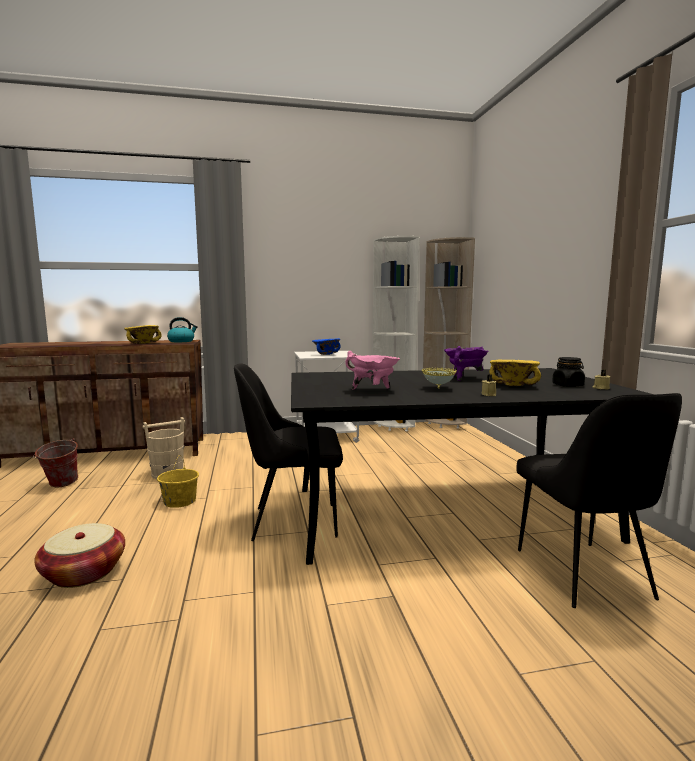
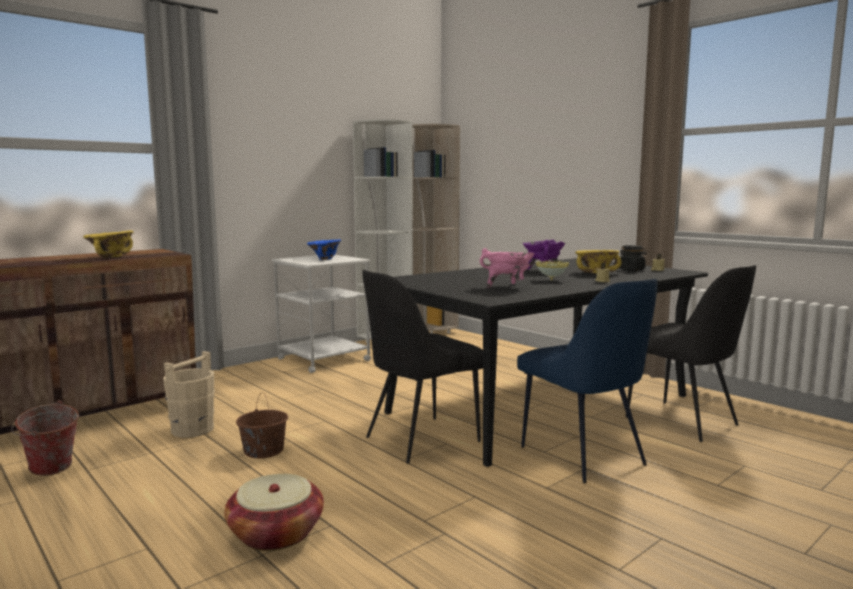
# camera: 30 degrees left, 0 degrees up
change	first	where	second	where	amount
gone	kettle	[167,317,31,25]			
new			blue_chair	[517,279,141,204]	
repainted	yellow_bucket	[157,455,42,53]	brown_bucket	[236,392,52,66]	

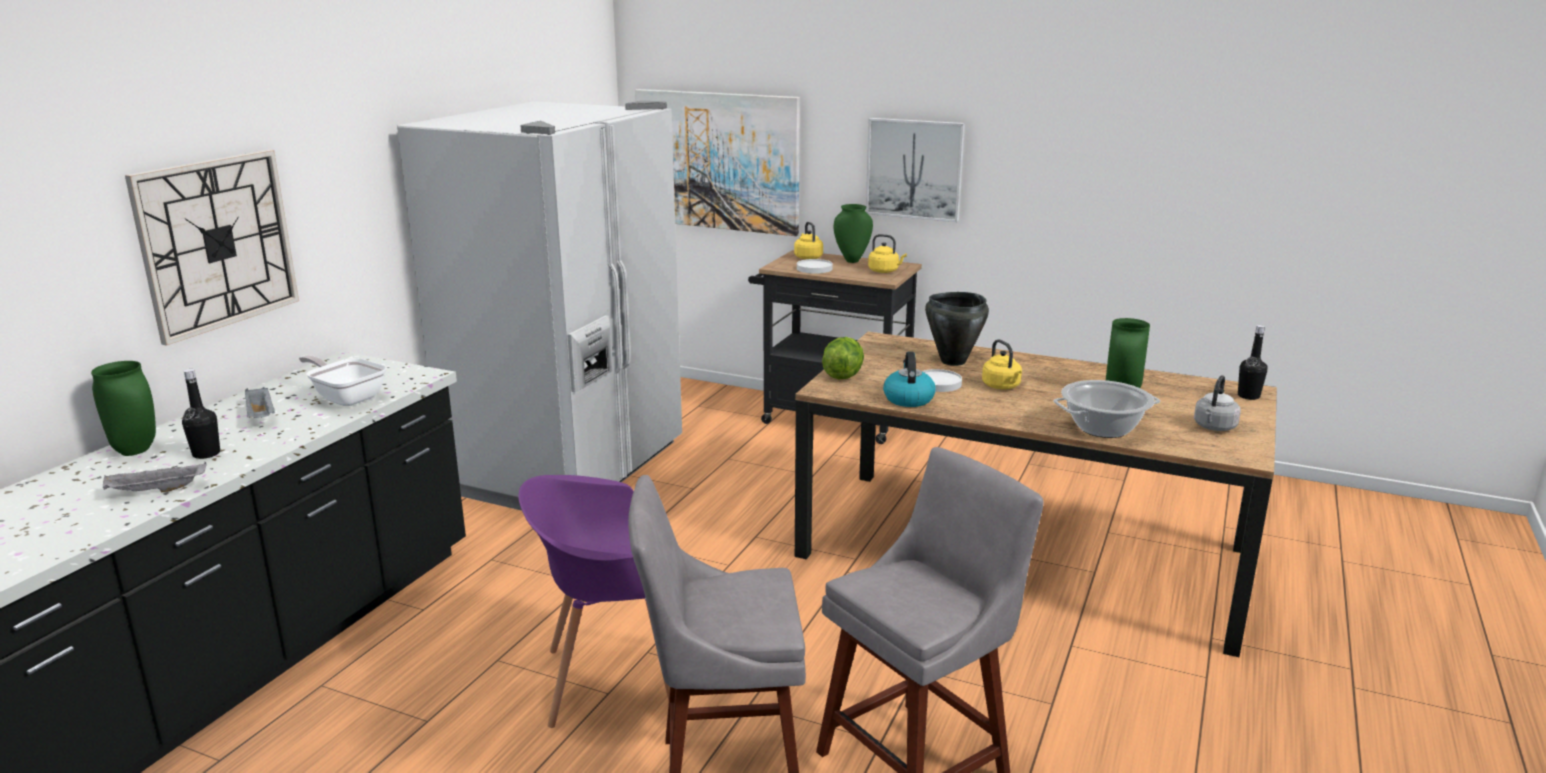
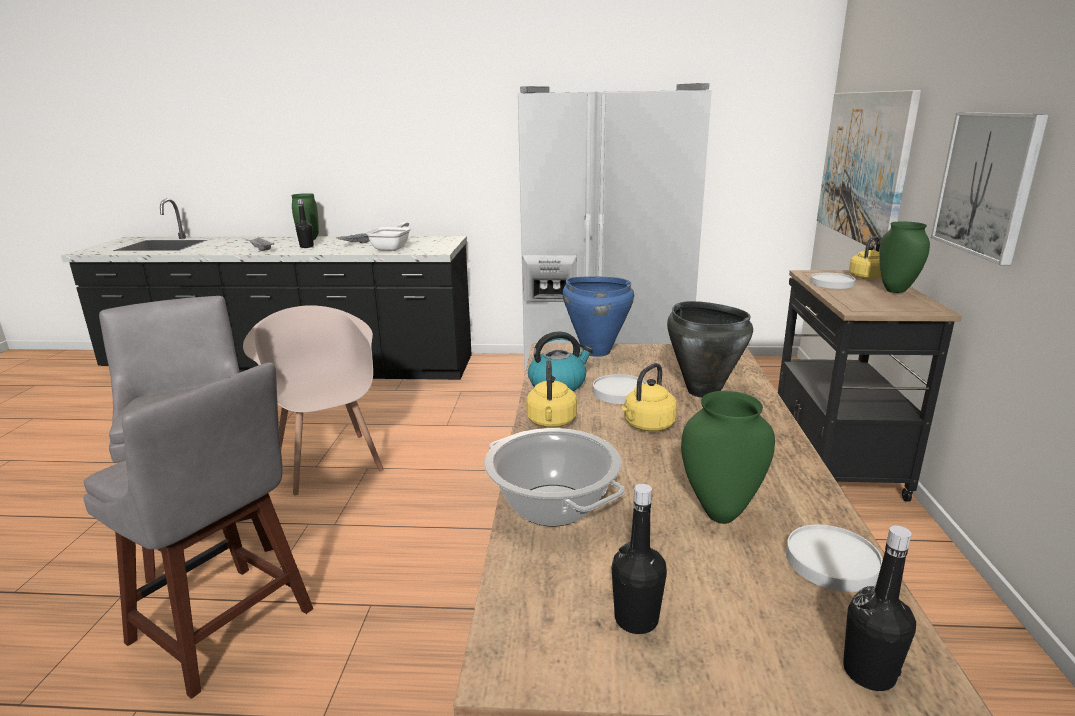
# camera: 70 degrees right, 0 degrees up
change	first	where	second	where	amount
gone	wall_clock	[125,150,174,196]			
new			white_plate	[786,524,97,68]	
shifted	yellow_kettle	[868,234,39,39]		[526,360,51,68]	
swapped	lettuce	[822,337,42,42]	blue_cooking_pot	[562,276,72,81]	
swapped	grey_kettle	[1194,375,47,56]	black_bottle	[612,484,55,150]	
repainted	purple_chair	[518,475,152,253]	beige_chair	[243,305,141,190]	

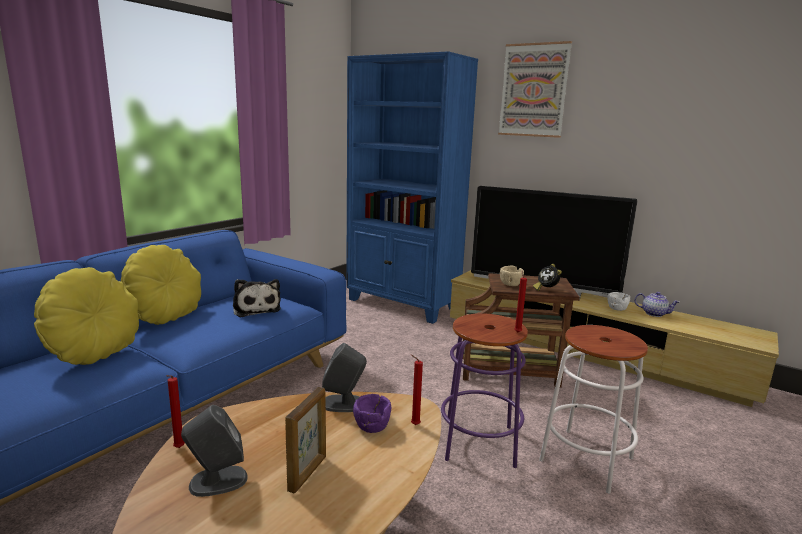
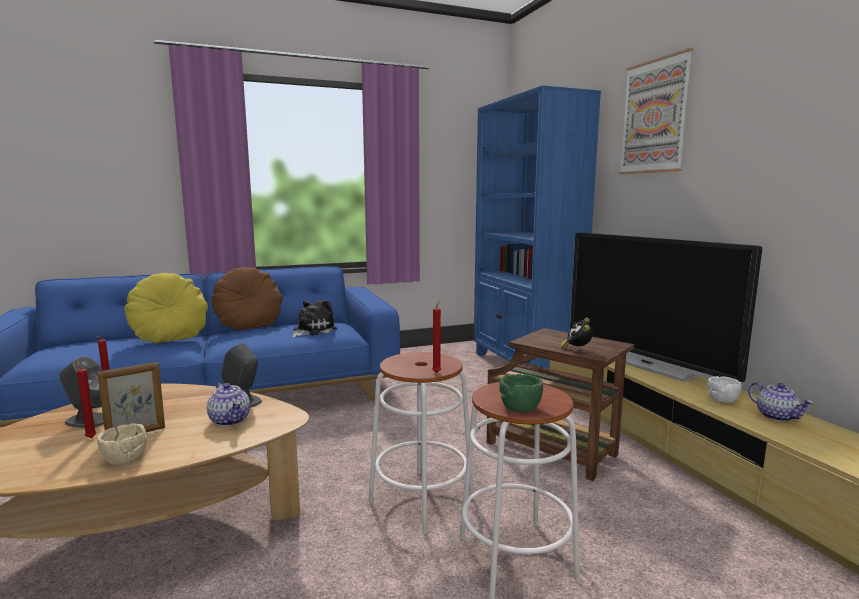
# camera: 35 degrees right, 5 degrees down
change	first	where	second	where	amount
new			green_bowl	[499,374,44,38]	
shifted	red_candle	[410,354,13,71]		[77,361,19,77]	
shifted	beige_bowl	[500,265,24,21]		[97,423,50,42]	
swapped	purple_bowl	[353,394,38,39]	teapot	[207,383,43,43]	
repainted	yellow_pillow	[121,245,80,80]	brown_pillow	[211,267,71,63]	
repainted	purple_stool	[441,313,87,155]	white_stool	[368,352,106,182]	
rotated	plush_toy	[233,279,48,39]		[291,300,46,38]	150 degrees counterclockwise

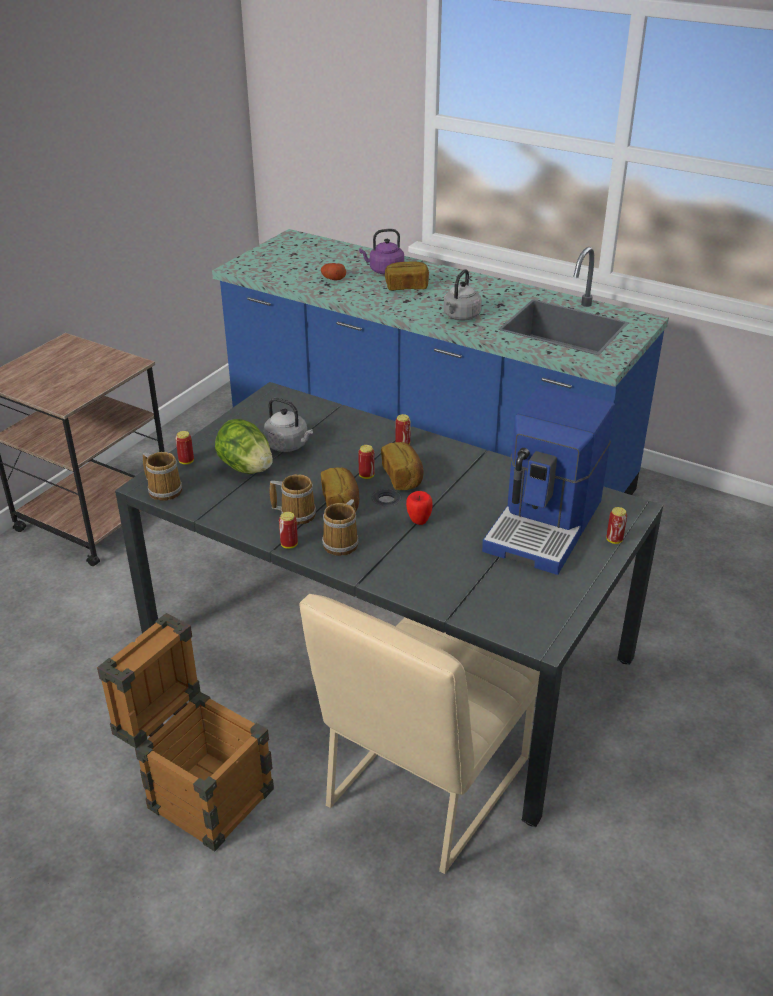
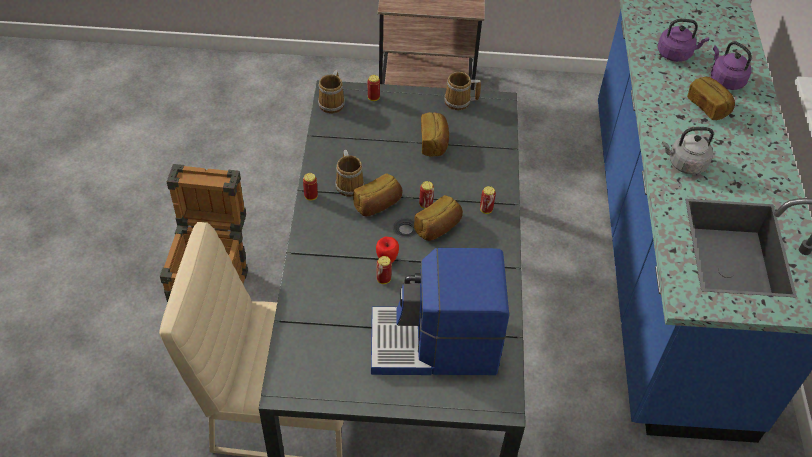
# camera: 60 degrees right, 15 degrees up
change	first	where	second	where	amount
gone	lettuce	[215,419,58,55]			
shifted	mug	[322,499,37,57]		[445,72,36,38]	
shifted	can	[607,507,20,37]		[377,256,15,28]	
swapped	grey_kettle	[264,398,49,54]	bread	[421,112,28,45]	
swapped	potato	[321,263,25,17]	purple_kettle	[658,19,51,43]	

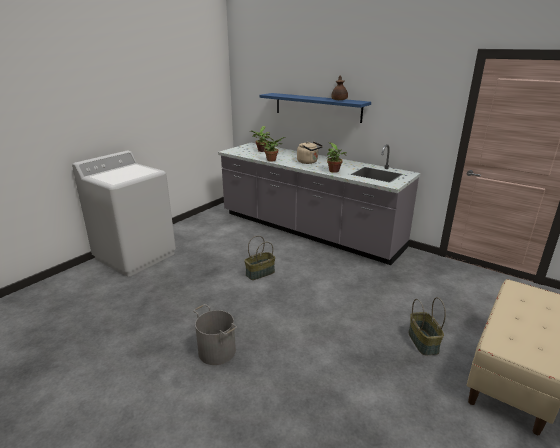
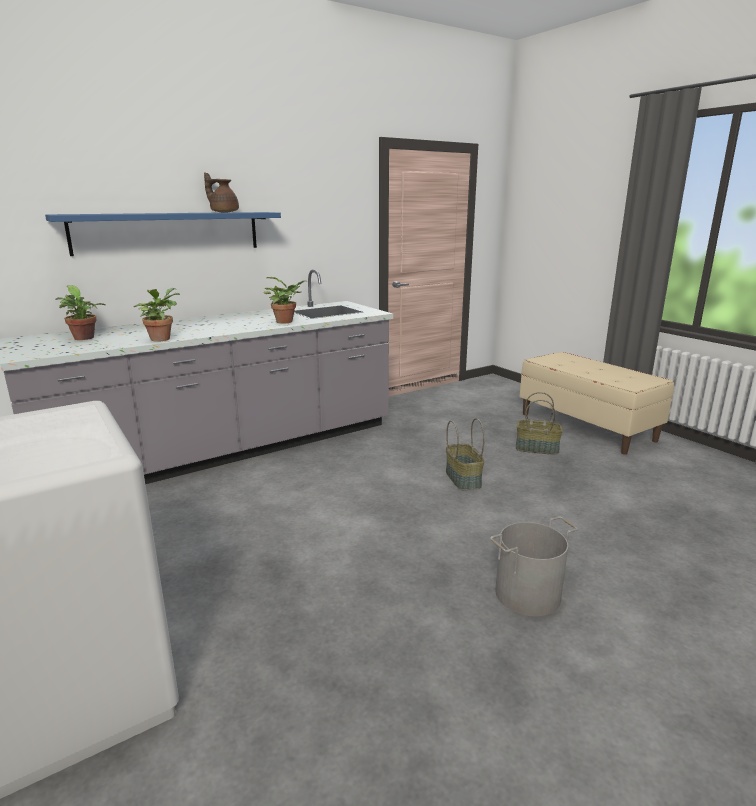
# camera: 70 degrees left, 5 degrees down
change	first	where	second	where	amount
gone	beige_kettle	[297,141,26,23]			
shifted	basket	[244,236,31,44]		[446,418,39,73]	

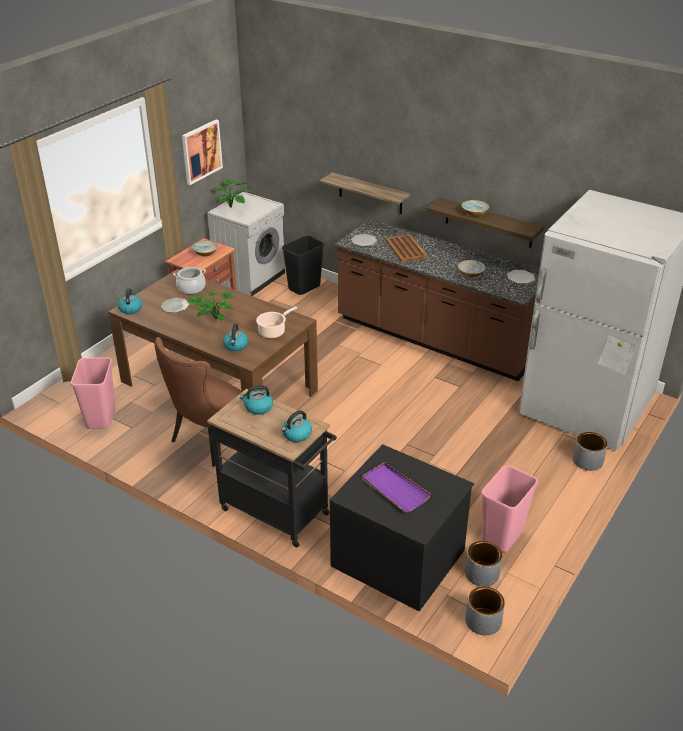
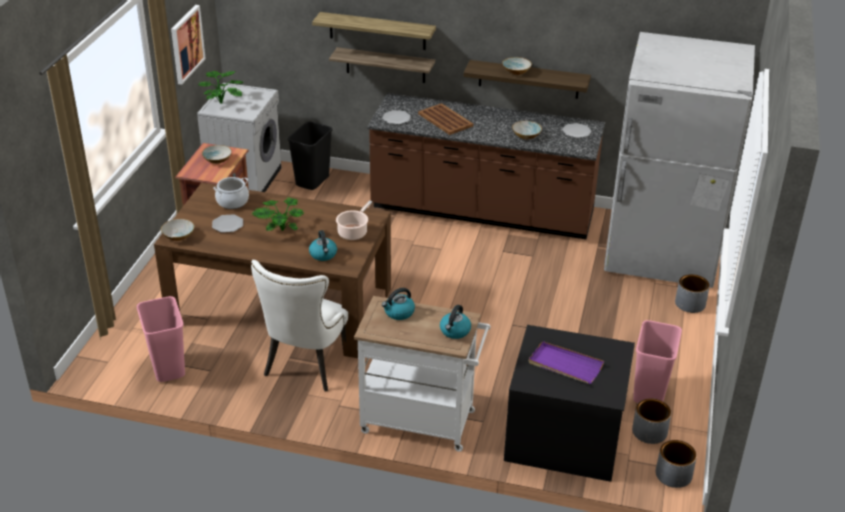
# camera: 20 degrees left, 0 degrees up
change	first	where	second	where	amount
new			shelf	[312,12,124,38]	
swapped	kettle	[118,288,24,26]	bowl	[161,219,33,22]	
repainted	brown_chair	[154,337,87,130]	white_chair	[251,260,97,132]	
repainted	black_cart	[207,389,130,158]	white_cart	[354,296,137,156]	

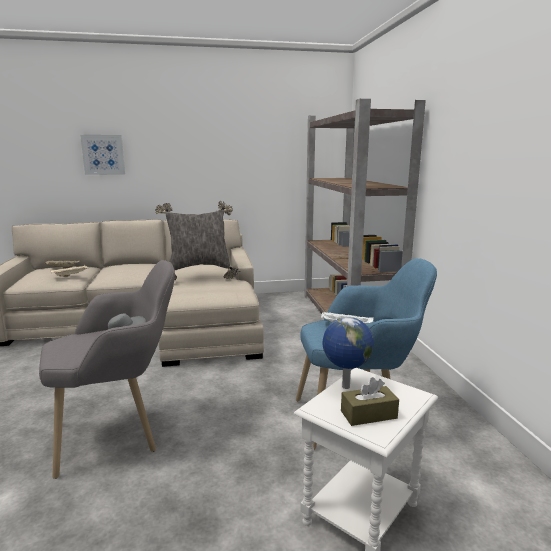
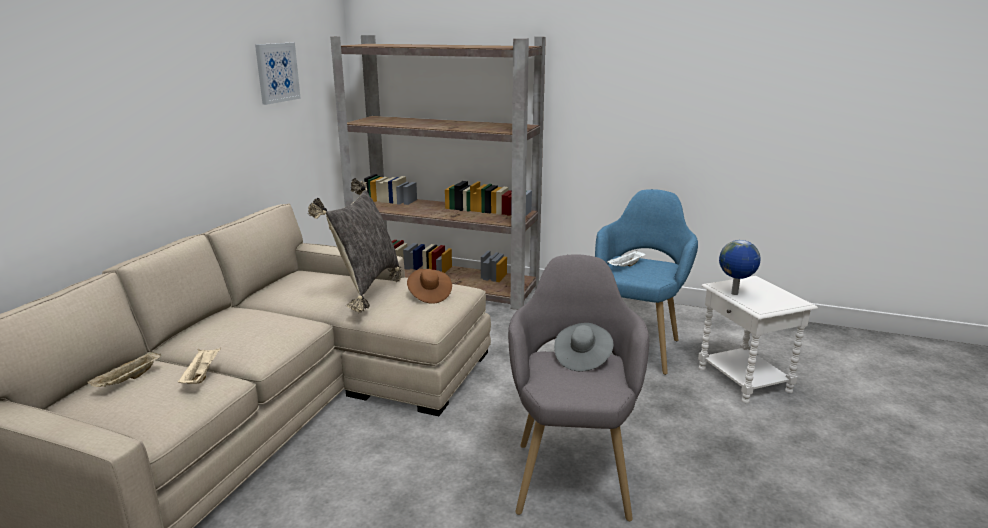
# camera: 60 degrees left, 5 degrees up
change	first	where	second	where	amount
gone	brown_tissue_box	[341,377,58,49]			
new			brown_hat	[407,269,45,35]	
shifted	picture	[80,135,45,40]		[255,43,46,62]	

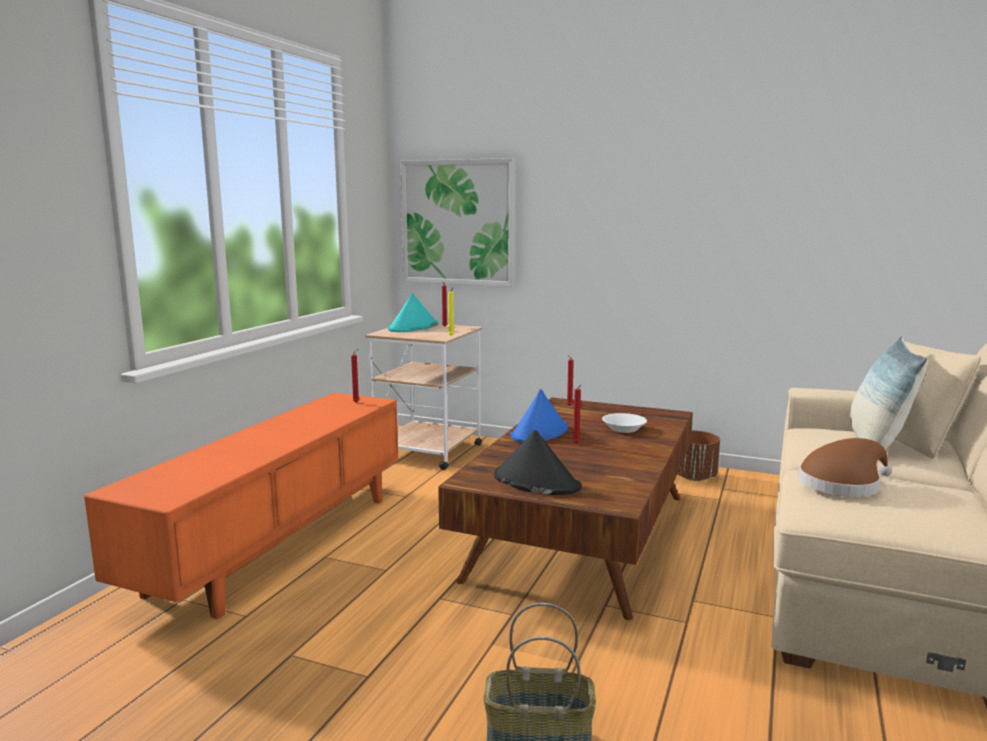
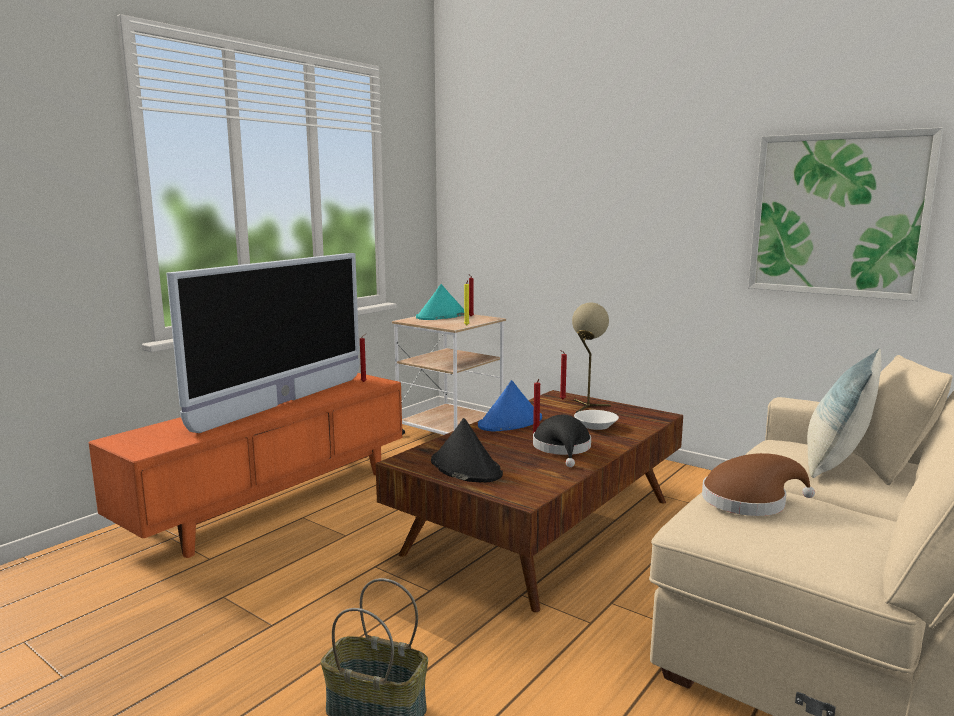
# camera: 15 degrees right, 0 degrees up
change	first	where	second	where	amount
gone	brown_planter	[677,430,43,51]			
new			television	[166,253,194,180]	
new			black_hat	[533,415,58,52]	
new			beige_table_lamp	[572,302,39,111]	
shifted	picture	[400,158,115,129]		[748,127,196,174]	

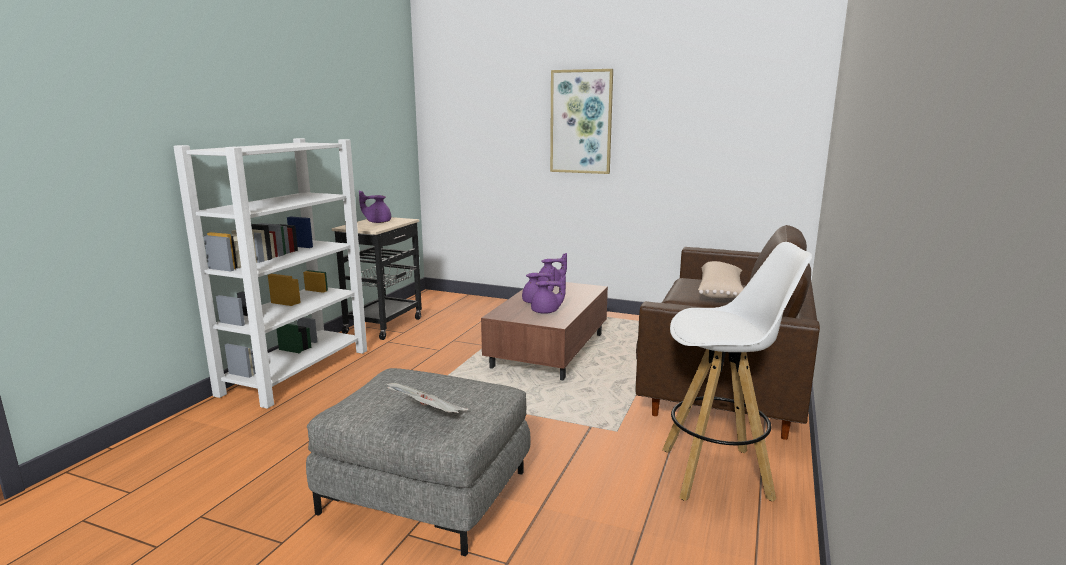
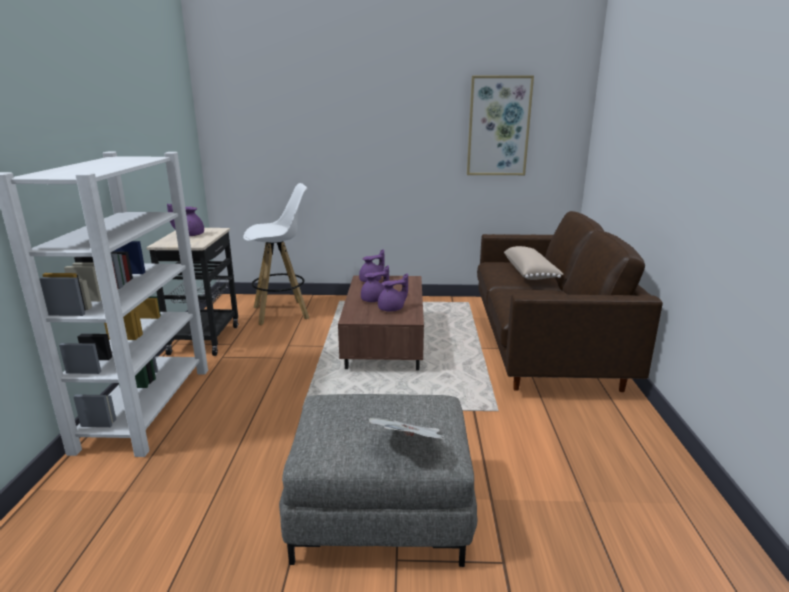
# camera: 20 degrees left, 5 degrees up
change	first	where	second	where	amount
shifted	picture	[550,69,63,105]		[467,76,67,99]	
shifted	white_stool	[662,242,151,260]		[243,183,66,142]	

